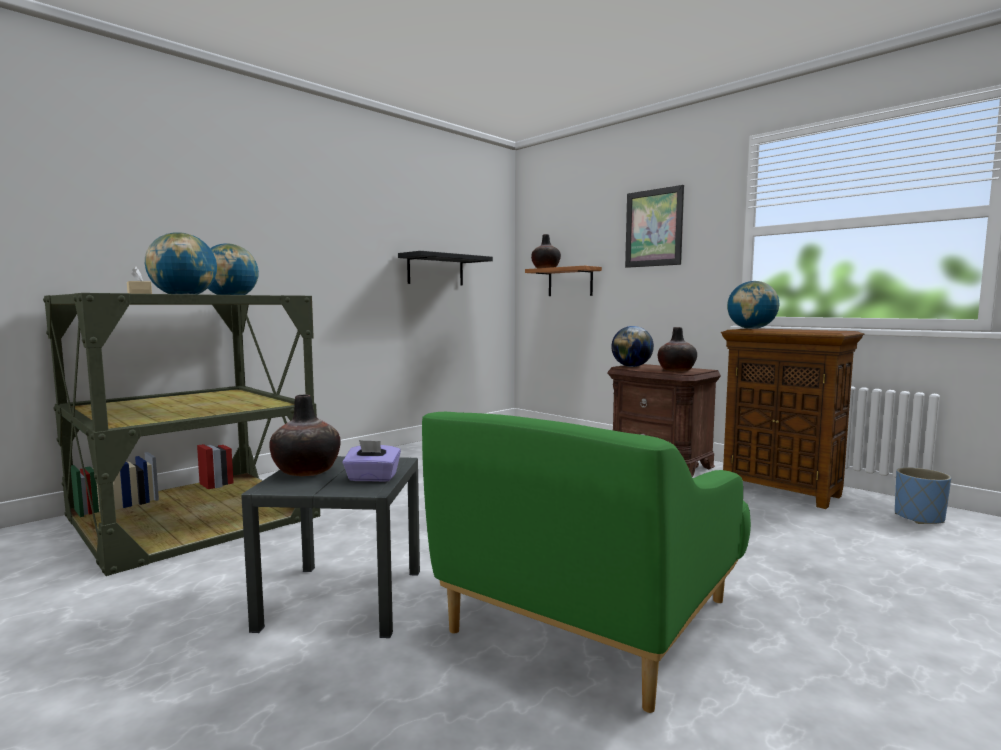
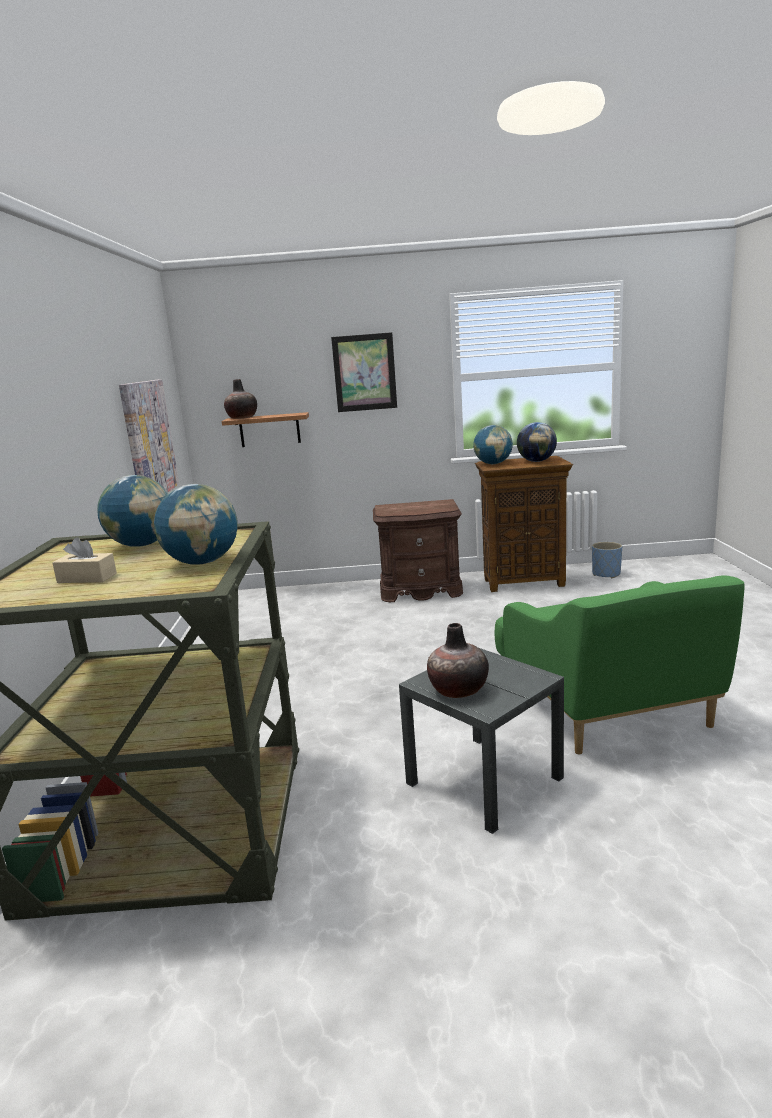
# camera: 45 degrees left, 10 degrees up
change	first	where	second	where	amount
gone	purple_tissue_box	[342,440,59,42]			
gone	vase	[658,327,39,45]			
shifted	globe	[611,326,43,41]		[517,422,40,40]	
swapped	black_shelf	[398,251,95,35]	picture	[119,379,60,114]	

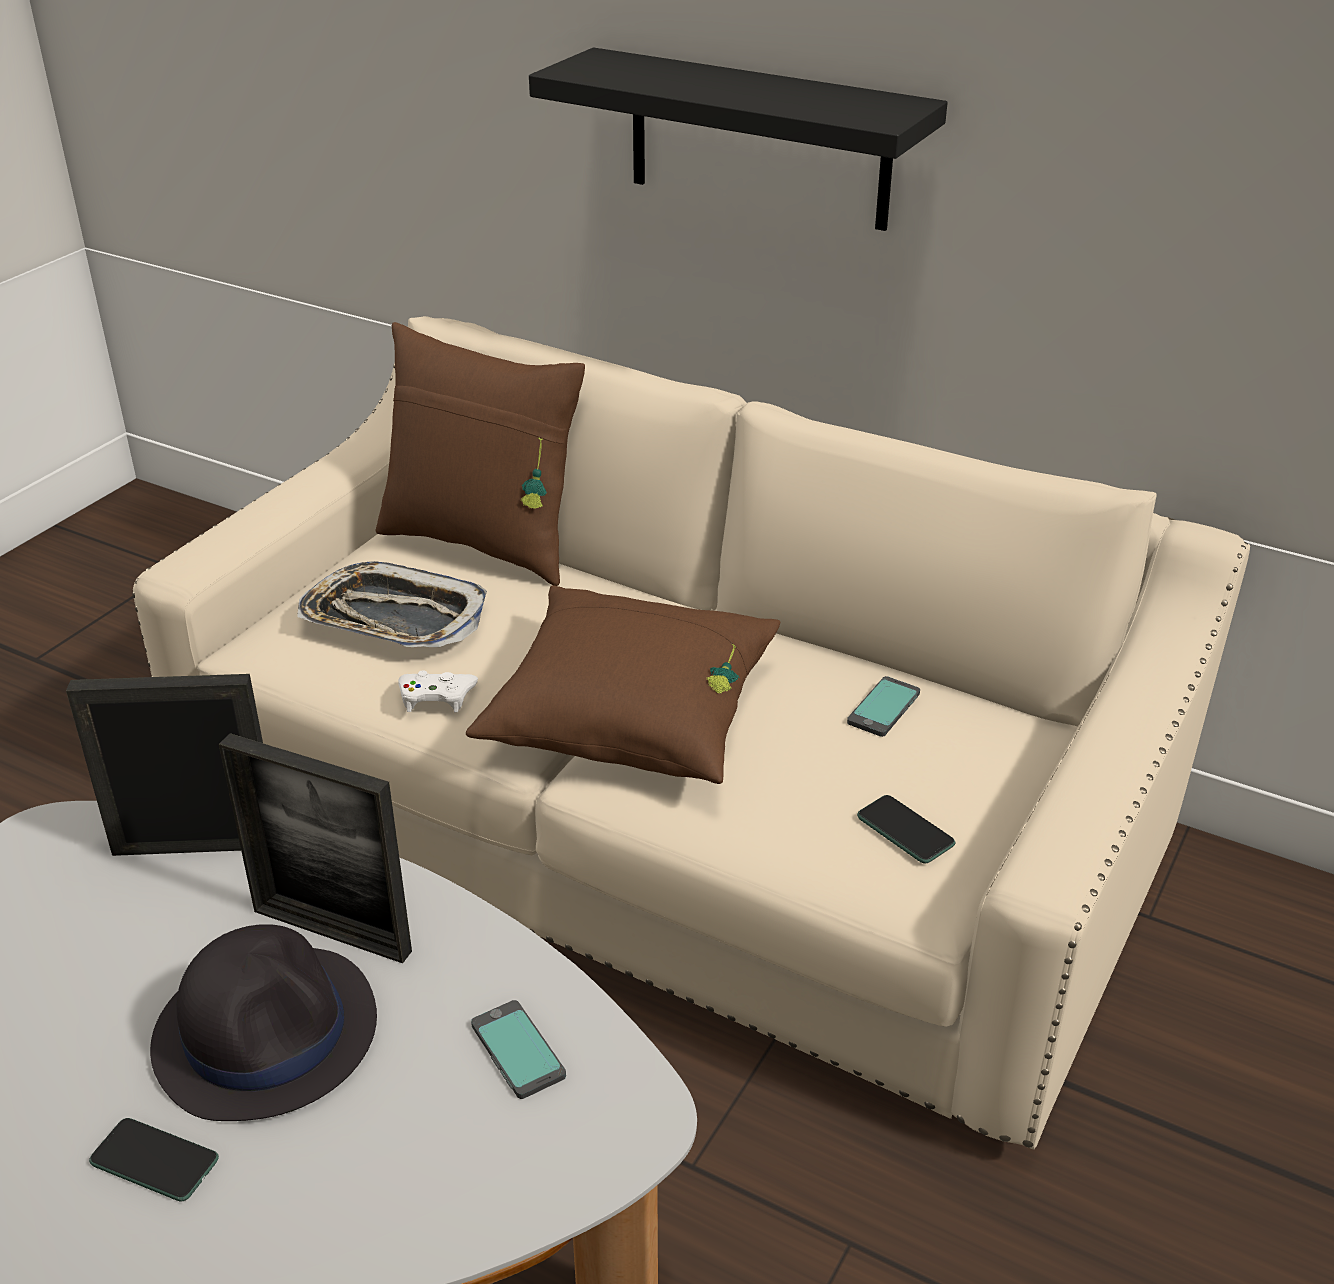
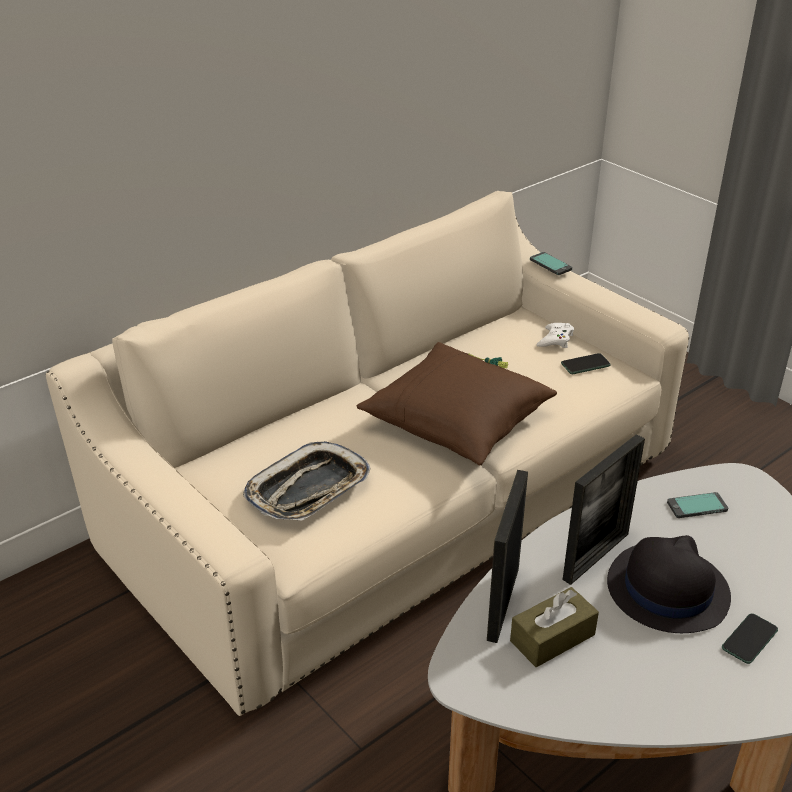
# camera: 70 degrees left, 0 degrees up
change	first	where	second	where	amount
gone	brown_pillow	[375,322,210,264]			
gone	black_shelf	[529,47,419,184]			
new			brown_tissue_box	[510,587,89,80]	
shifted	white_game_controller	[398,670,80,42]		[536,323,38,25]	
shifted	phone	[847,676,73,61]		[530,252,42,23]	

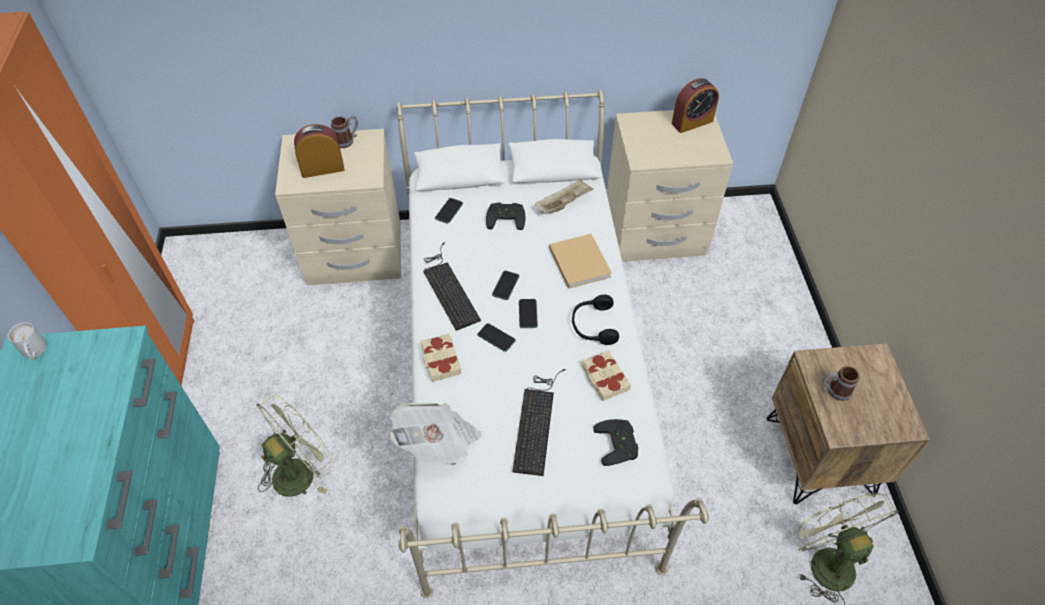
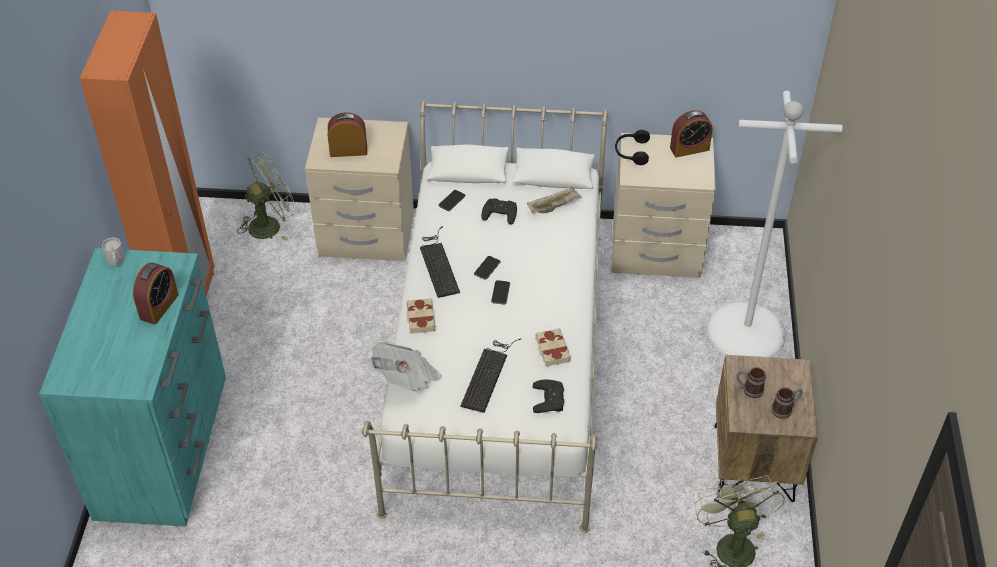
# camera: 10 degrees right, 5 degrees down
change	first	where	second	where	amount
gone	phone	[477,323,39,29]			
gone	beige_book	[549,234,63,55]			
new			alarm_clock	[133,262,46,63]	
new			white_clothes_rack	[707,91,135,266]	
shifted	green_fan	[256,394,77,103]		[237,152,59,89]	
shifted	mug	[331,116,27,32]		[771,387,32,32]	
shifted	black_headphones	[572,295,47,50]		[615,130,35,35]	

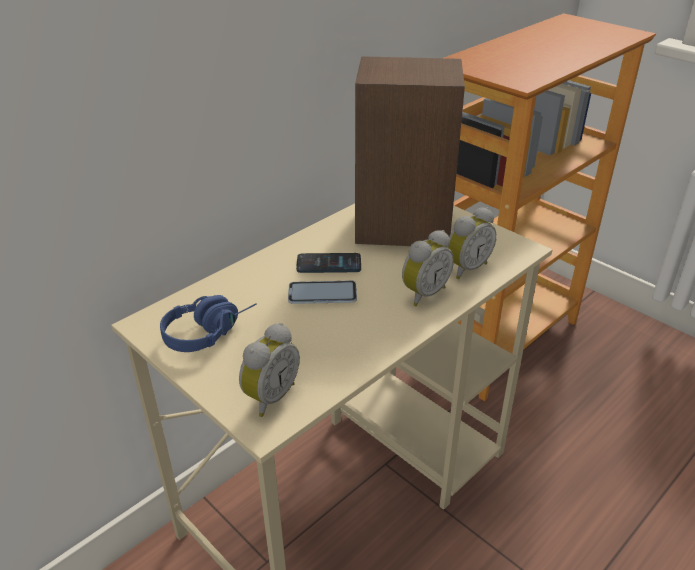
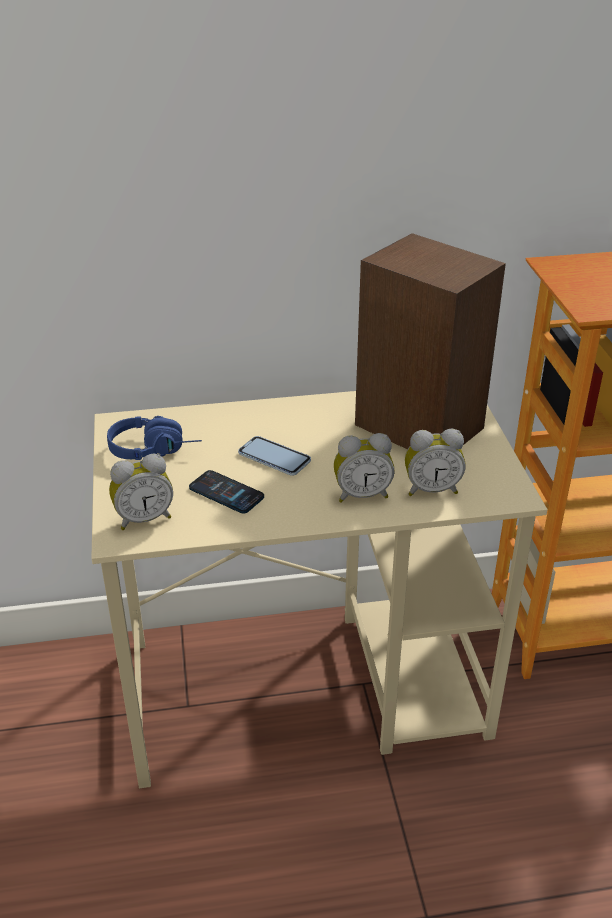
# camera: 35 degrees right, 0 degrees up
change	first	where	second	where	amount
shifted	phone	[296,253,65,20]		[189,470,75,44]	

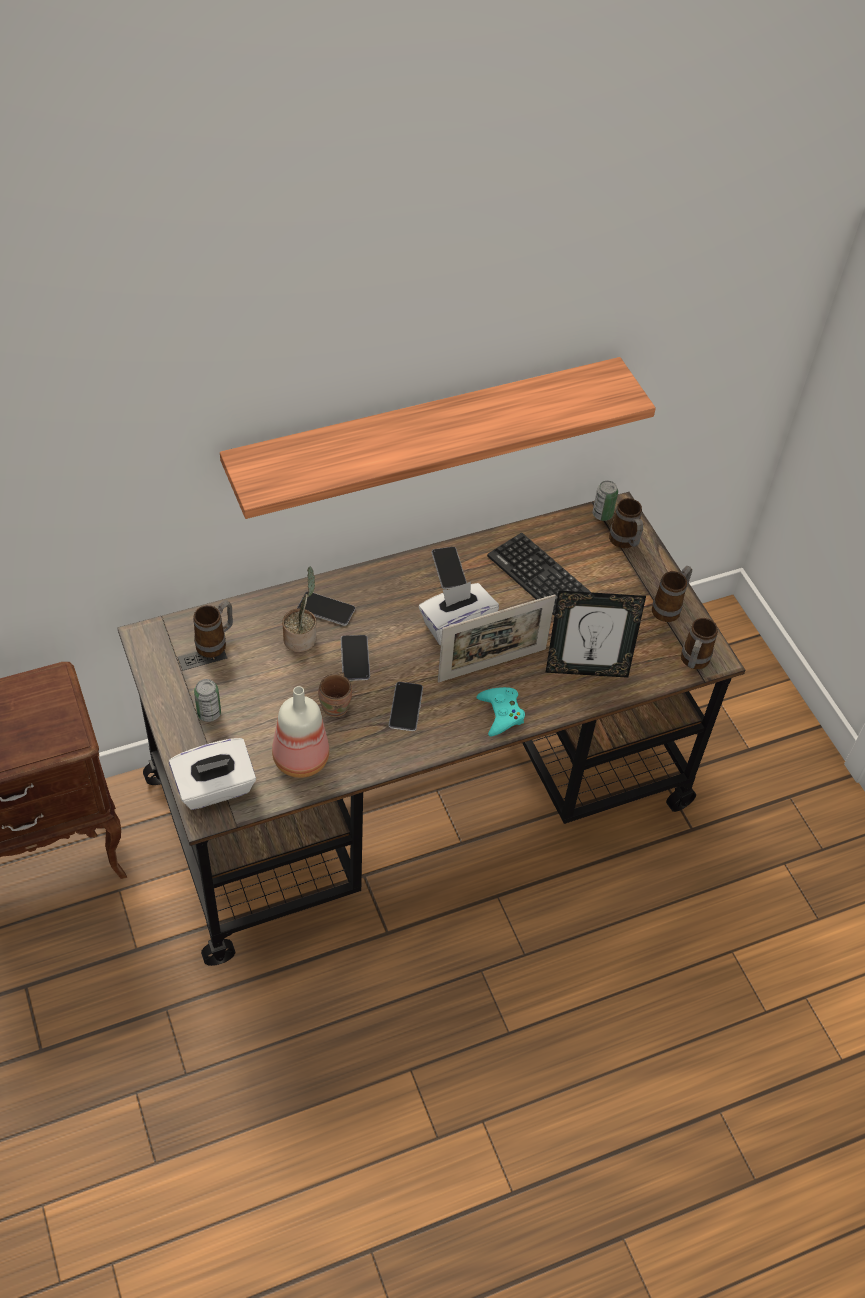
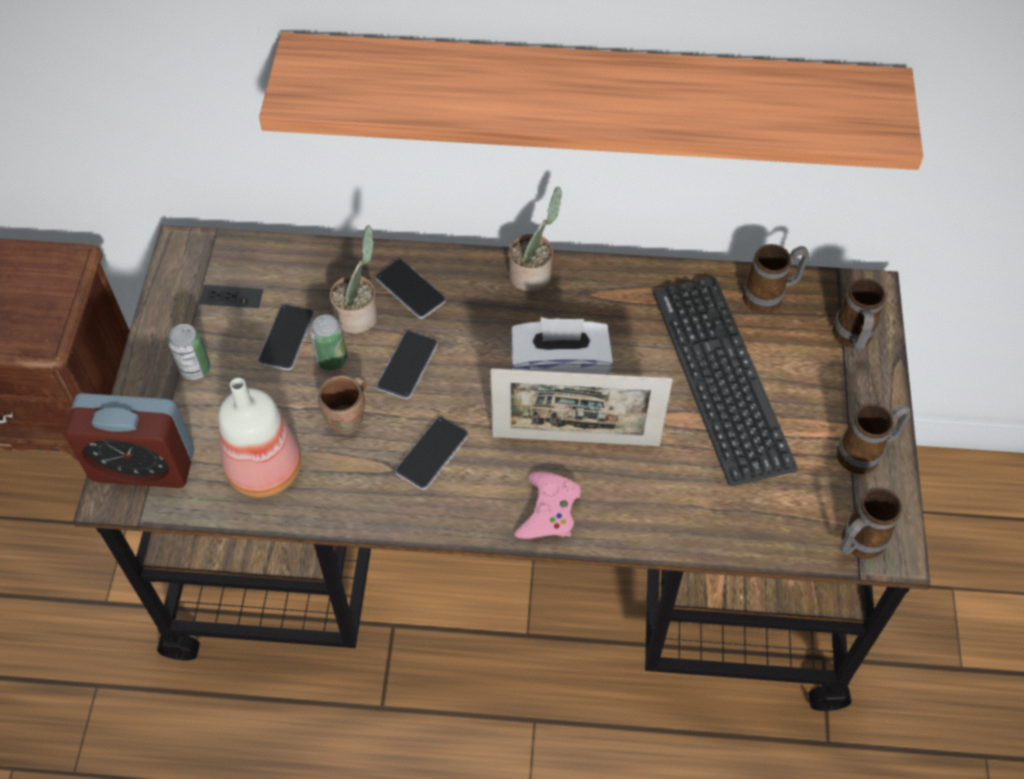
# camera: 30 degrees right, 5 degrees up
change	first	where	second	where	amount
gone	picture_frame	[545,590,101,88]			
new			potted_plant	[509,187,53,105]	
shifted	mug	[193,600,40,58]		[743,244,66,69]	
shifted	phone	[431,547,36,43]		[258,304,57,66]	
shifted	can	[593,481,25,40]		[310,314,37,56]	
swapped	white_tissue_box	[169,738,87,72]	alarm_clock	[64,393,130,95]	
repainted	turquoise_game_controller	[476,687,49,49]	pink_game_controller	[514,472,67,67]	

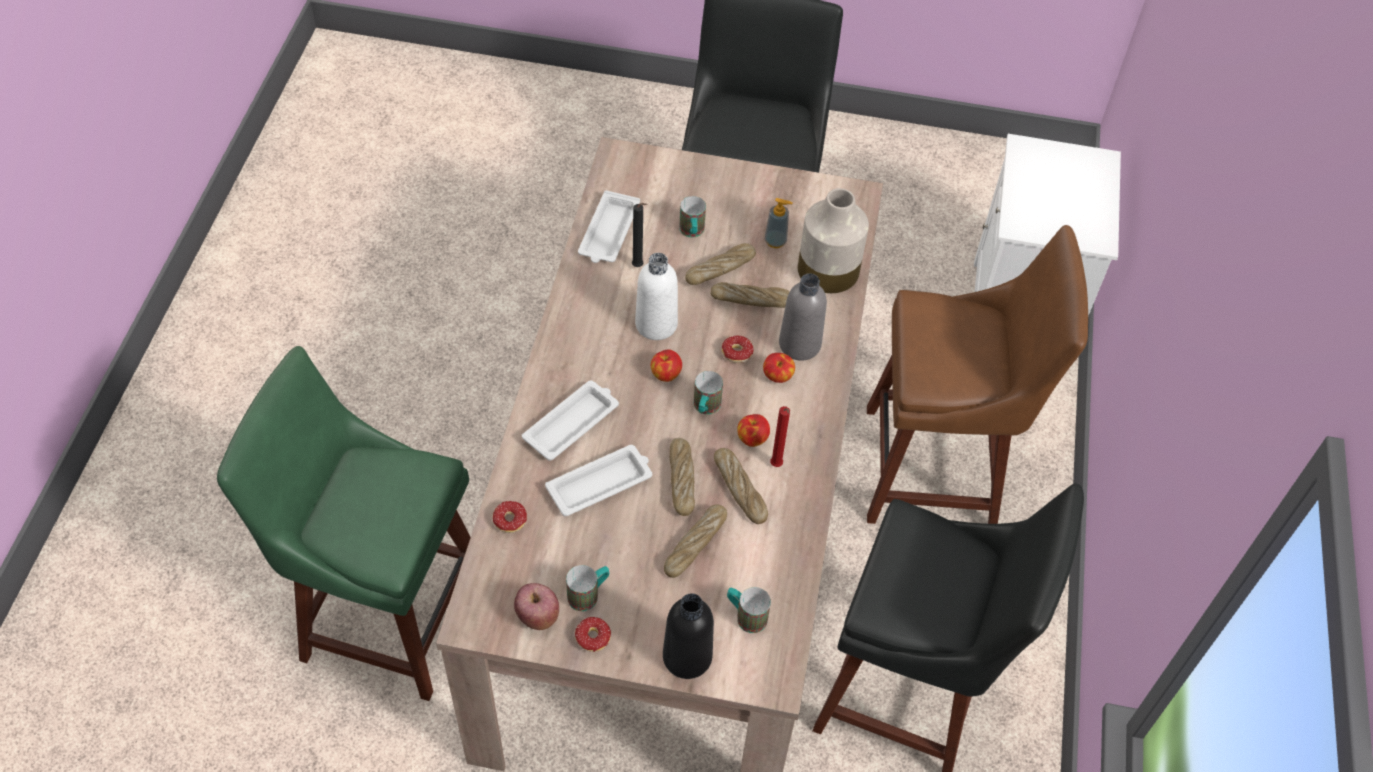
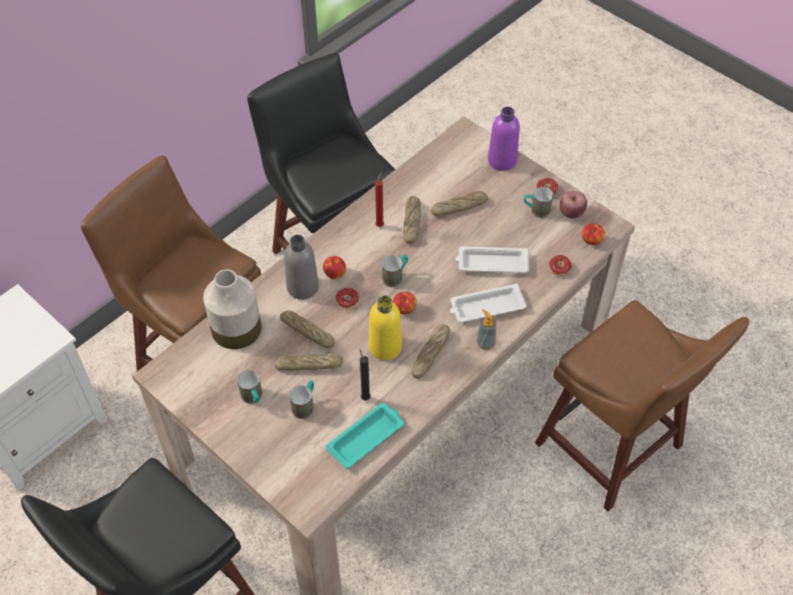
# camera: 145 degrees left, 0 degrees up
change	first	where	second	where	amount
shifted	bread	[670,438,25,78]		[411,324,39,55]	
shifted	mug	[727,587,44,46]		[237,370,25,34]	
shifted	apple	[737,414,33,33]		[582,224,23,21]	
shifted	soap_dispenser	[765,198,28,50]		[477,309,19,41]	
repainted	green_chair	[217,346,254,355]	brown_chair	[535,300,214,212]	
repainted	white_tray	[578,190,62,73]	turquoise_tray	[326,403,78,66]	
repainted	white_bottle	[635,253,43,87]	yellow_bottle	[369,296,33,64]	
repainted	black_bottle	[663,593,51,86]	purple_bottle	[488,107,32,64]	

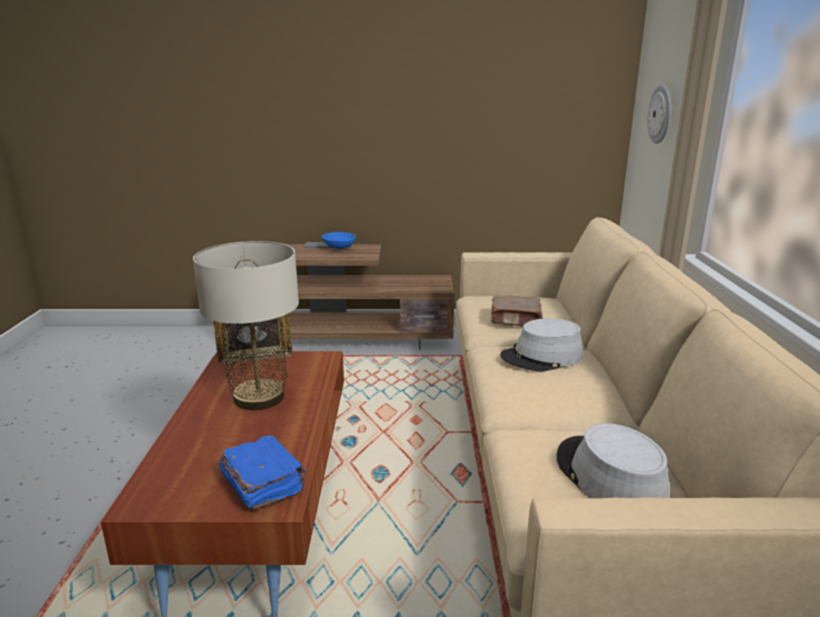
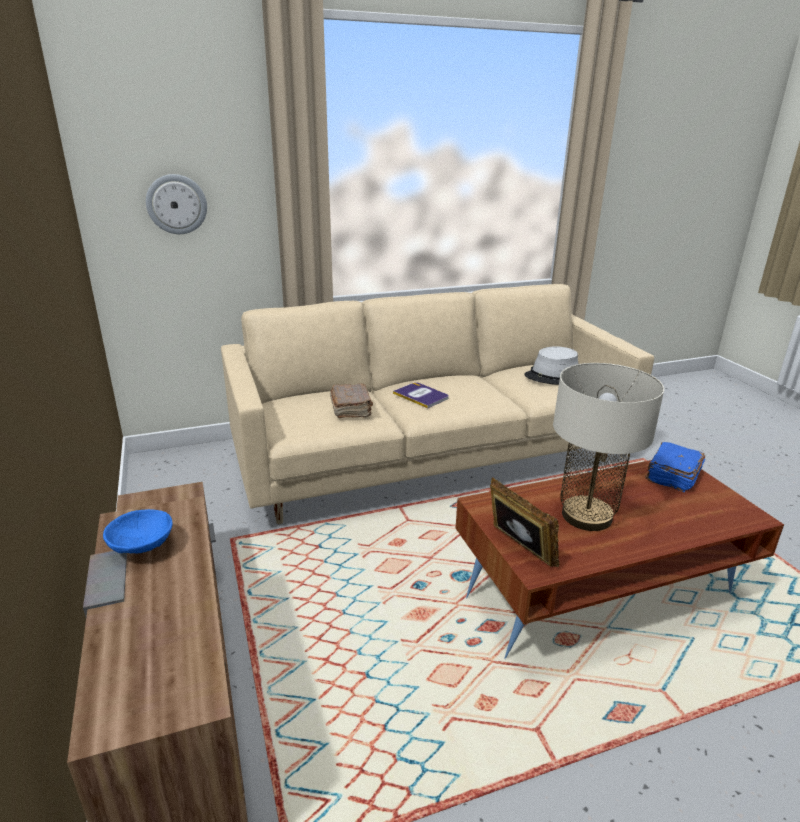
# camera: 110 degrees left, 5 degrees up
change	first	where	second	where	amount
swapped	grey_hat	[500,318,83,54]	book	[393,382,56,26]	

